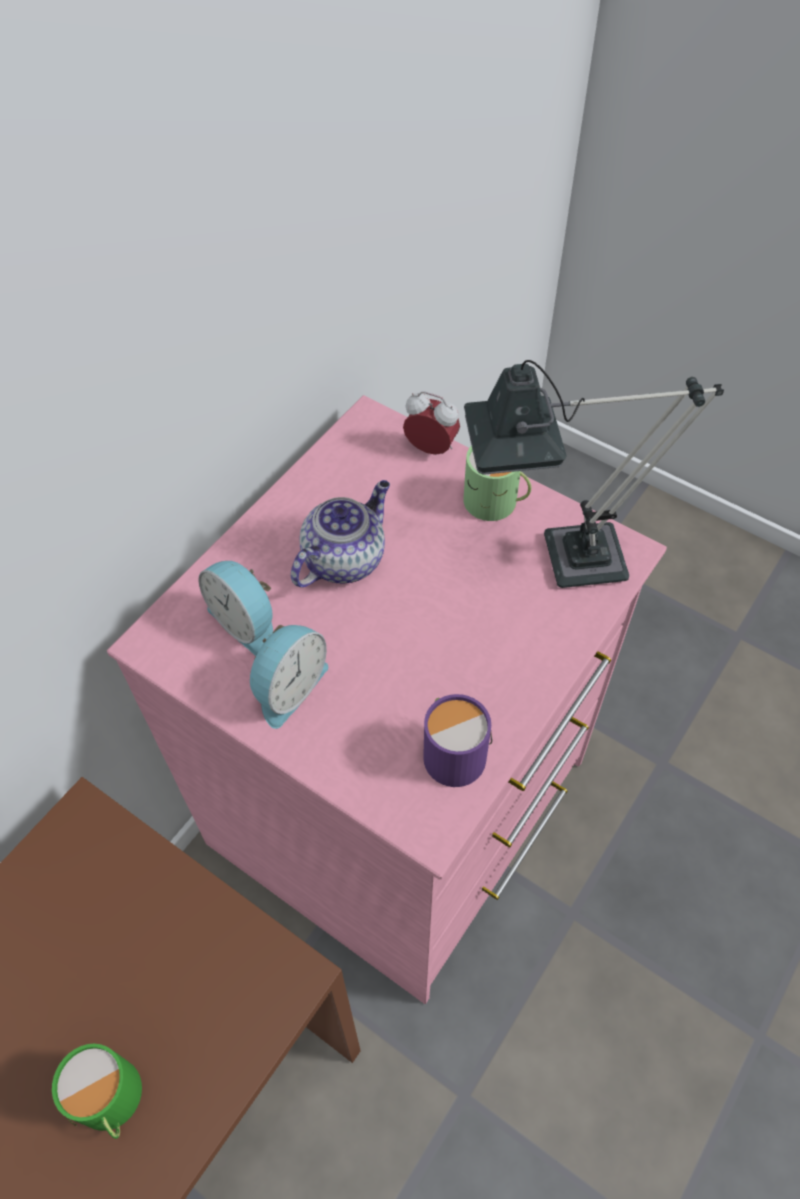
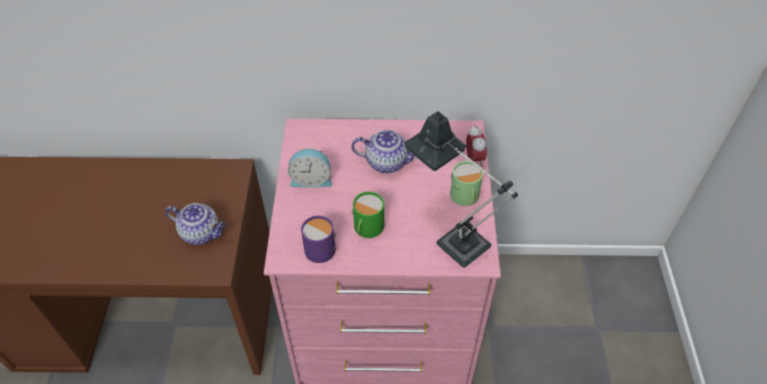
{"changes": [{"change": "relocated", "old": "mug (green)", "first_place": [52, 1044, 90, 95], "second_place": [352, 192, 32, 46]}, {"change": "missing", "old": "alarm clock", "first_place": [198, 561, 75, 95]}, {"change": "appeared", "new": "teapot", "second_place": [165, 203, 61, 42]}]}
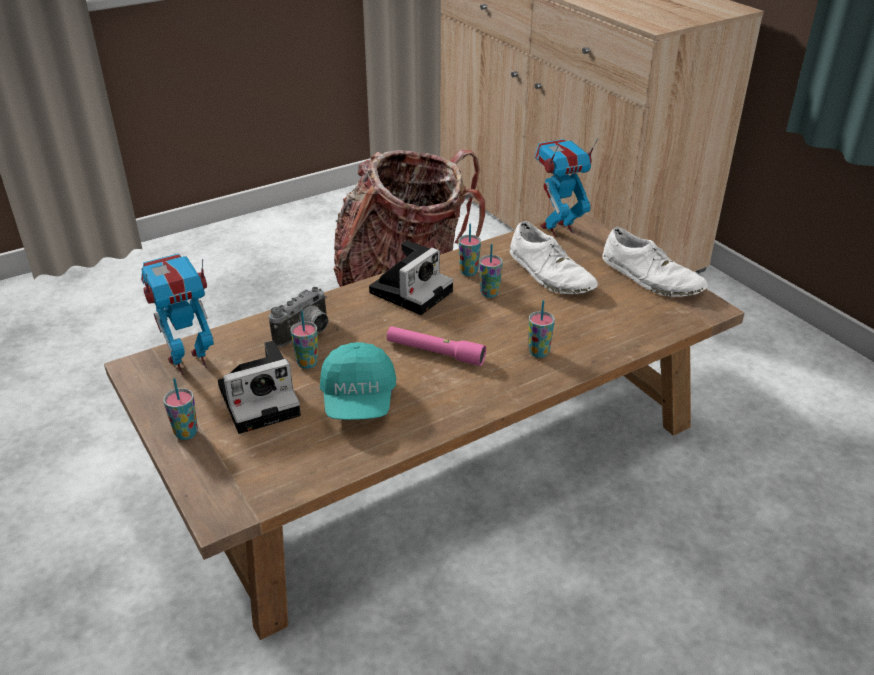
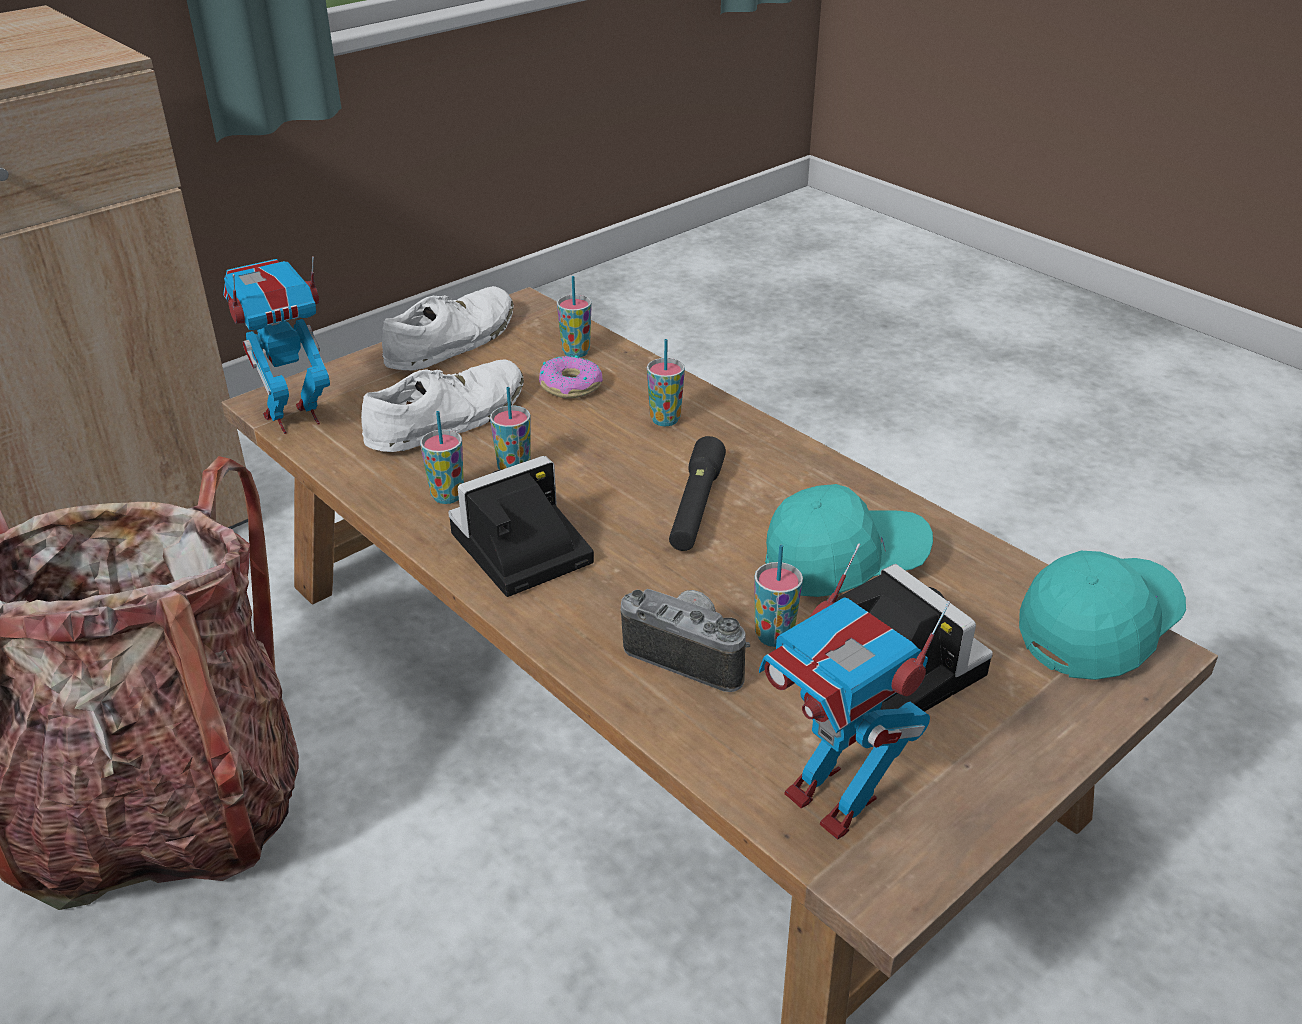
{"changes": [{"change": "relocated", "old": "cup", "first_place": [163, 378, 35, 62], "second_place": [557, 276, 35, 82]}, {"change": "spun", "old": "photo camera", "first_place": [369, 240, 84, 75], "second_place": [449, 456, 145, 141], "degrees": -60}, {"change": "colour", "old": "flashlight (pink)", "new": "flashlight (black)", "first_place": [387, 326, 99, 40], "second_place": [669, 436, 57, 115]}, {"change": "spun", "old": "toy robot", "first_place": [535, 139, 63, 98], "second_place": [223, 256, 107, 178], "degrees": 90}, {"change": "appeared", "new": "donut", "second_place": [539, 356, 64, 43]}, {"change": "appeared", "new": "cap (turquoise)", "second_place": [1019, 551, 167, 129]}]}
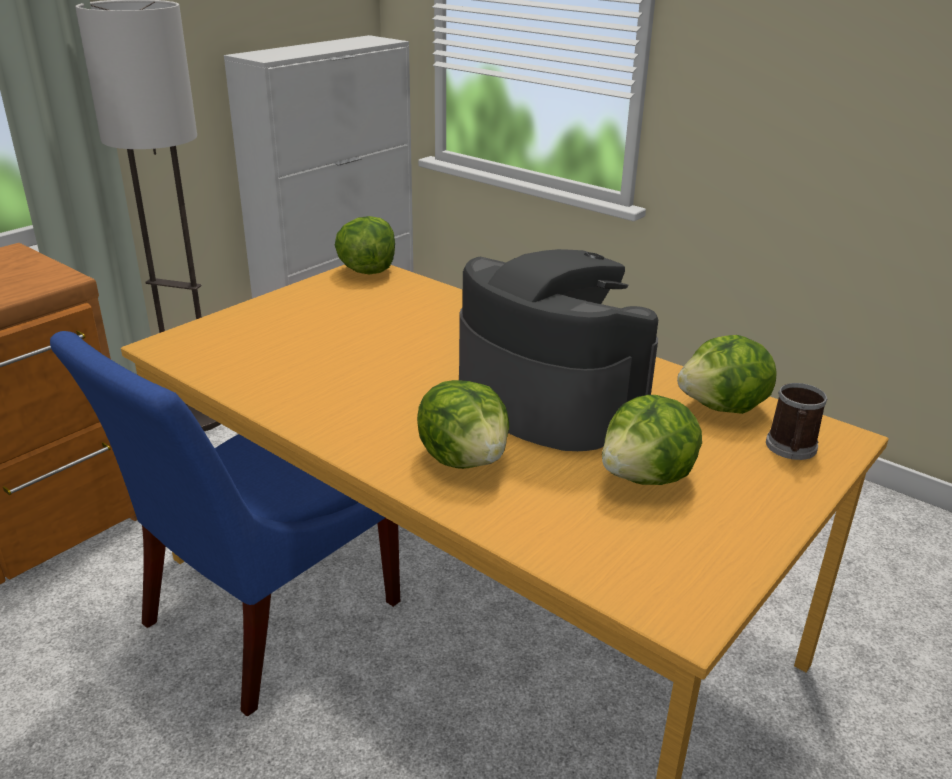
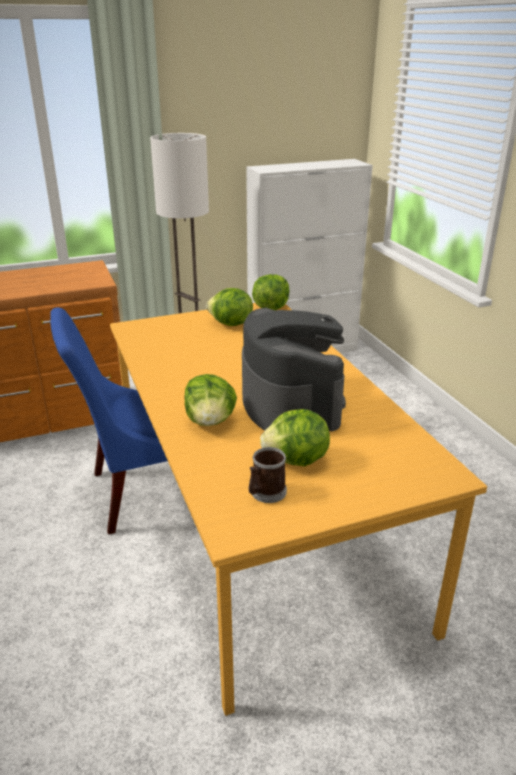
{"changes": [{"change": "relocated", "old": "lettuce", "first_place": [677, 335, 100, 79], "second_place": [206, 288, 47, 38]}, {"change": "relocated", "old": "mug", "first_place": [766, 383, 62, 77], "second_place": [249, 447, 38, 56]}]}
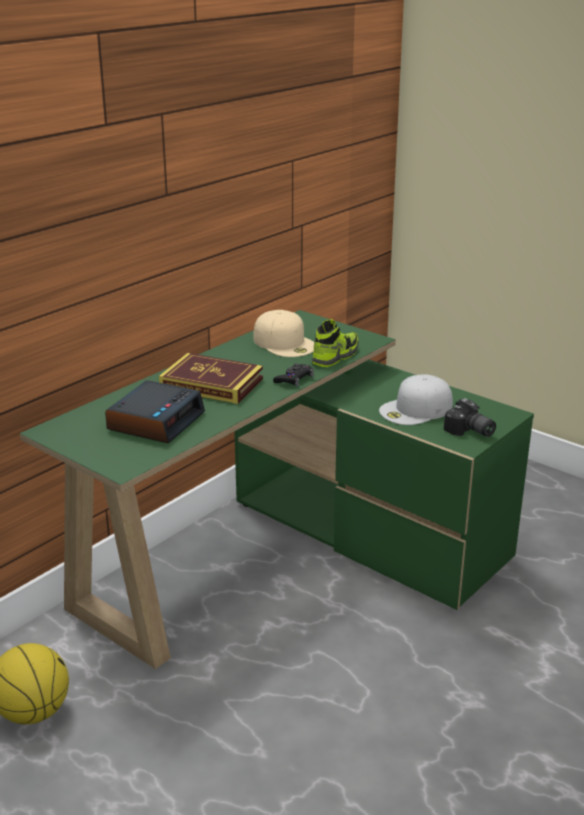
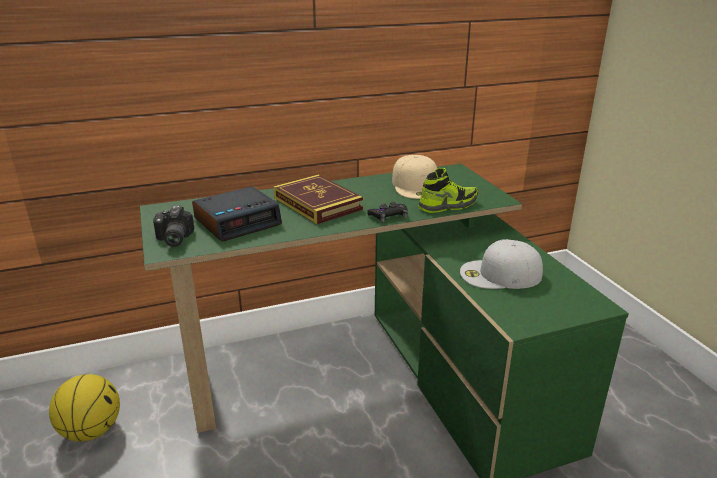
{"changes": [{"change": "relocated", "old": "photo camera", "first_place": [444, 398, 52, 39], "second_place": [153, 206, 41, 41]}]}
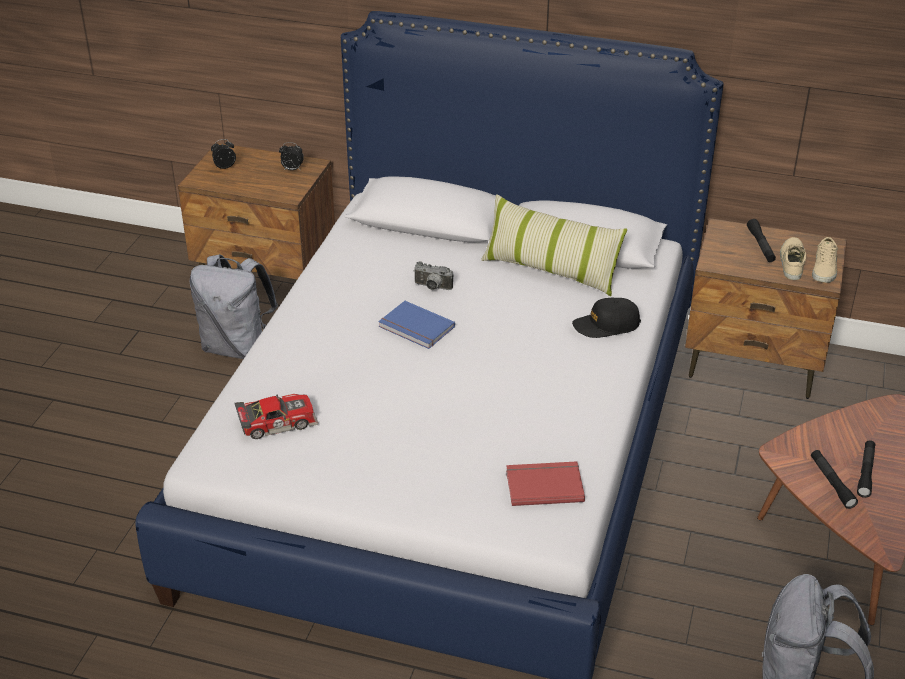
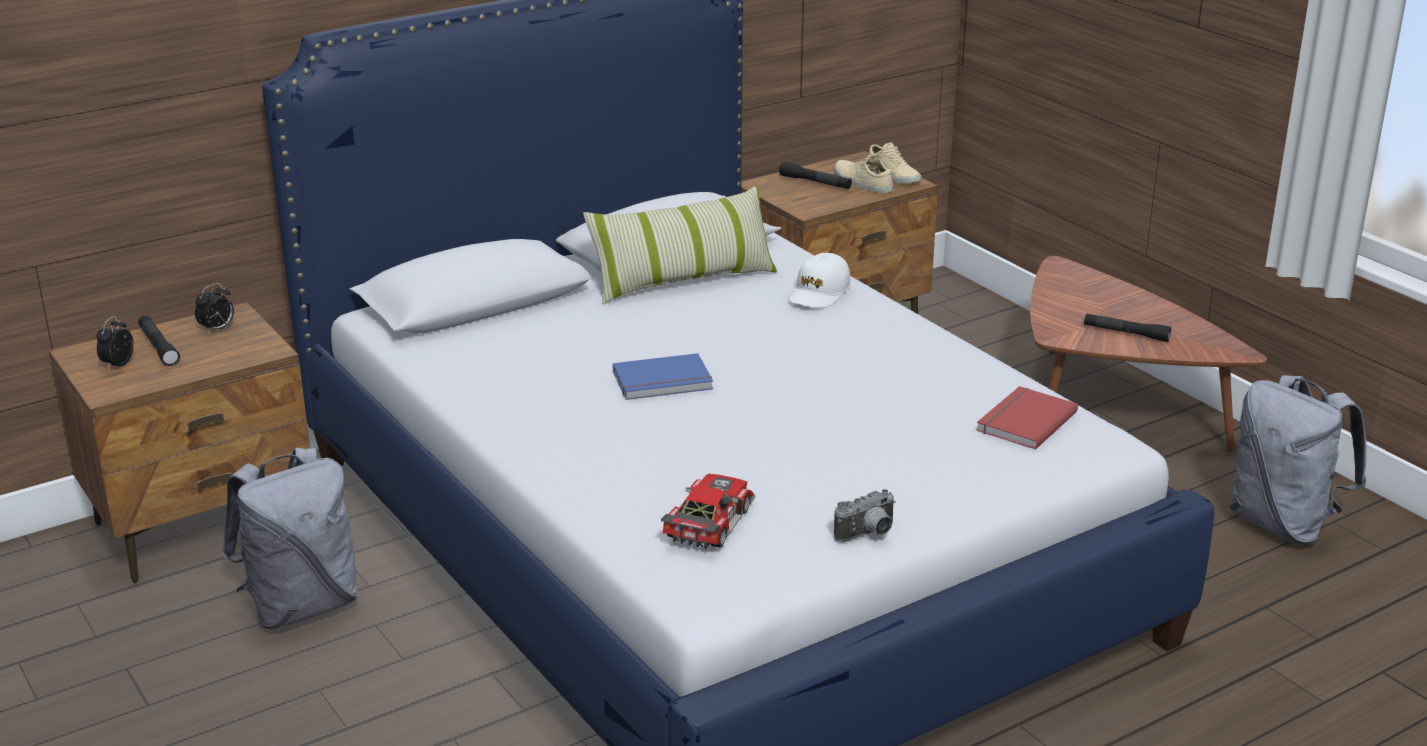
{"changes": [{"change": "relocated", "old": "photo camera", "first_place": [415, 261, 38, 29], "second_place": [834, 489, 62, 53]}, {"change": "colour", "old": "cap (black)", "new": "cap (white)", "first_place": [572, 298, 69, 40], "second_place": [788, 253, 63, 55]}, {"change": "relocated", "old": "flashlight (black)", "first_place": [857, 440, 18, 58], "second_place": [138, 316, 42, 50]}]}
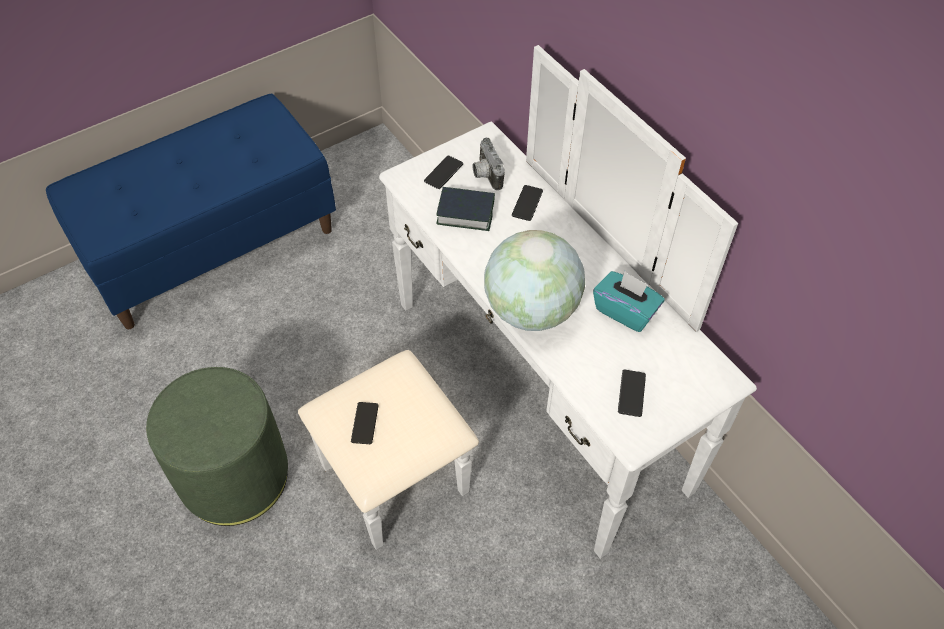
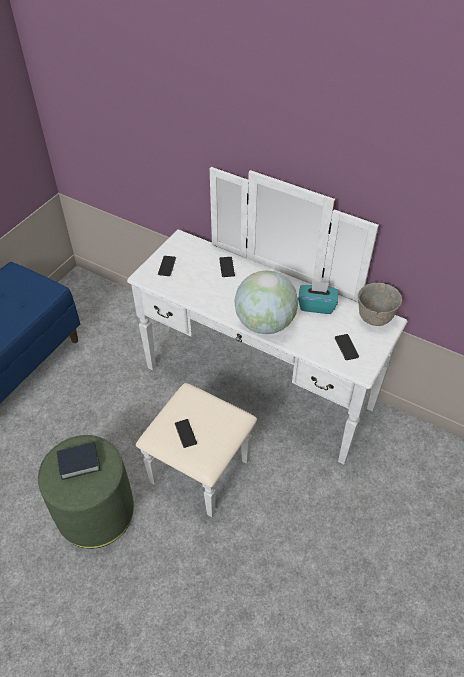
{"changes": [{"change": "relocated", "old": "book", "first_place": [436, 187, 59, 44], "second_place": [57, 442, 43, 38]}, {"change": "missing", "old": "photo camera", "first_place": [473, 138, 32, 52]}, {"change": "appeared", "new": "bowl (grey)", "second_place": [358, 283, 44, 43]}]}
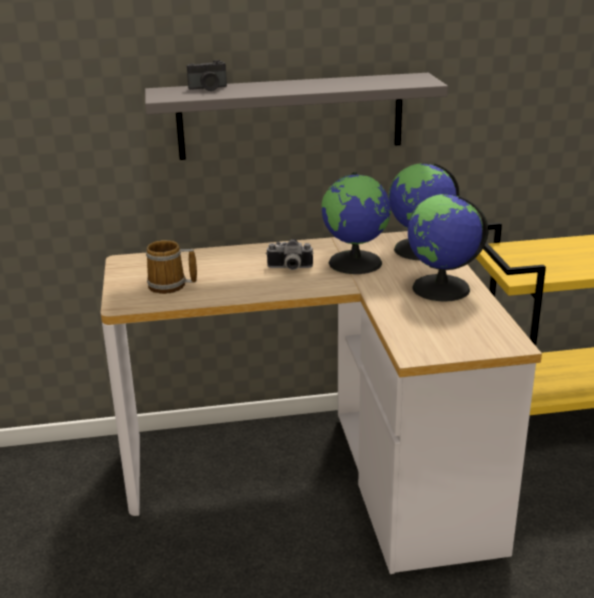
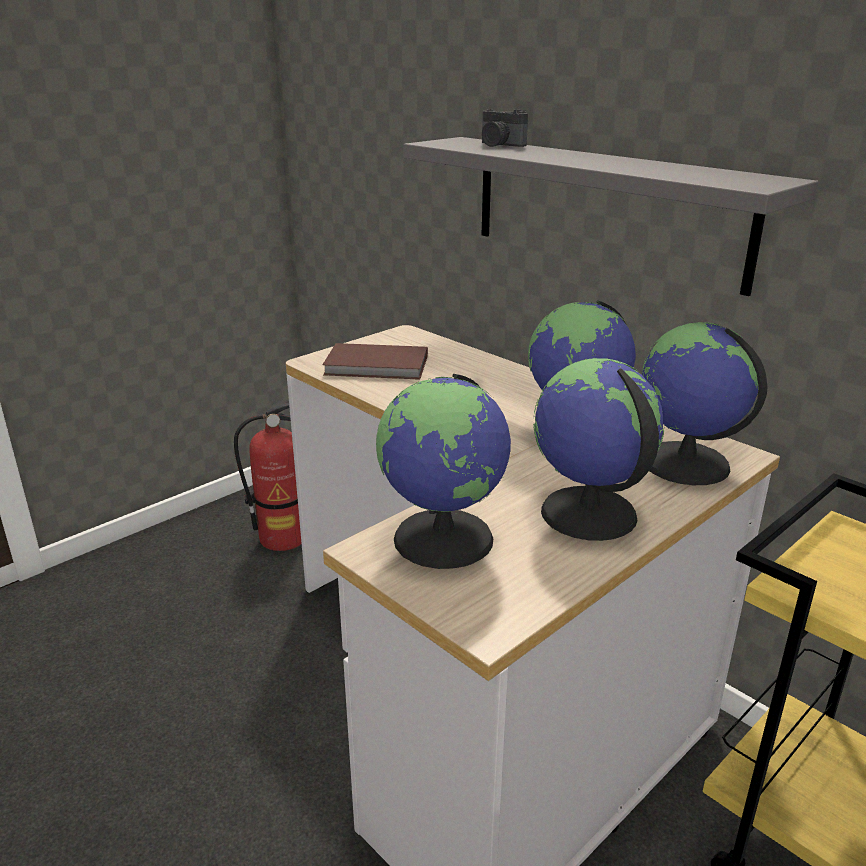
{"changes": [{"change": "exchanged", "old": "mug", "new": "book (brown)", "first_place": [146, 240, 51, 54], "second_place": [322, 343, 106, 37]}, {"change": "missing", "old": "photo camera", "first_place": [266, 239, 48, 31]}, {"change": "appeared", "new": "fire extinguisher", "second_place": [234, 403, 68, 148]}, {"change": "appeared", "new": "globe", "second_place": [376, 374, 135, 195]}]}
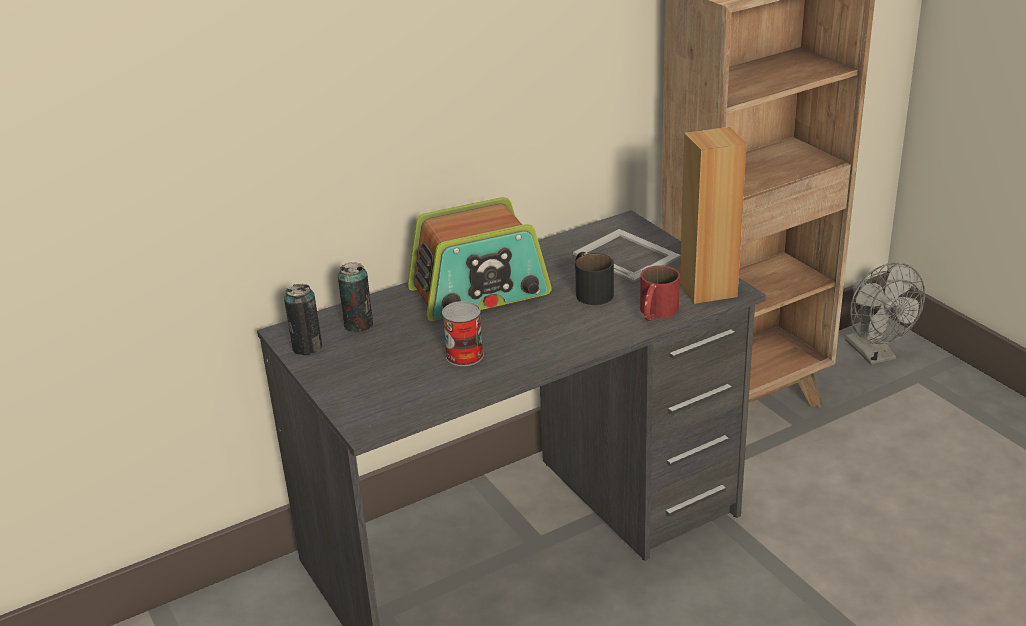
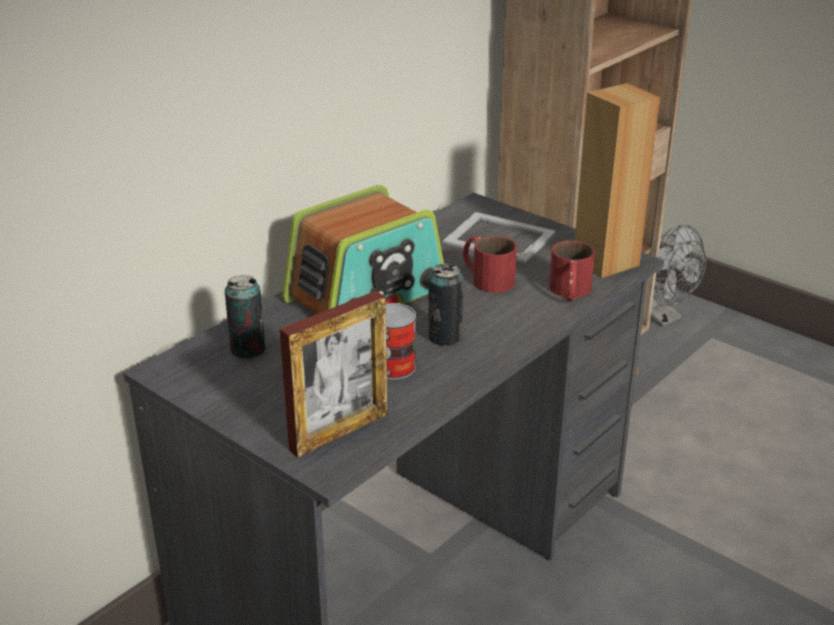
{"changes": [{"change": "relocated", "old": "can", "first_place": [284, 284, 38, 72], "second_place": [428, 263, 35, 83]}, {"change": "colour", "old": "mug (black)", "new": "mug (red)", "first_place": [575, 252, 39, 53], "second_place": [463, 236, 54, 57]}, {"change": "appeared", "new": "picture frame", "second_place": [280, 291, 108, 167]}]}
